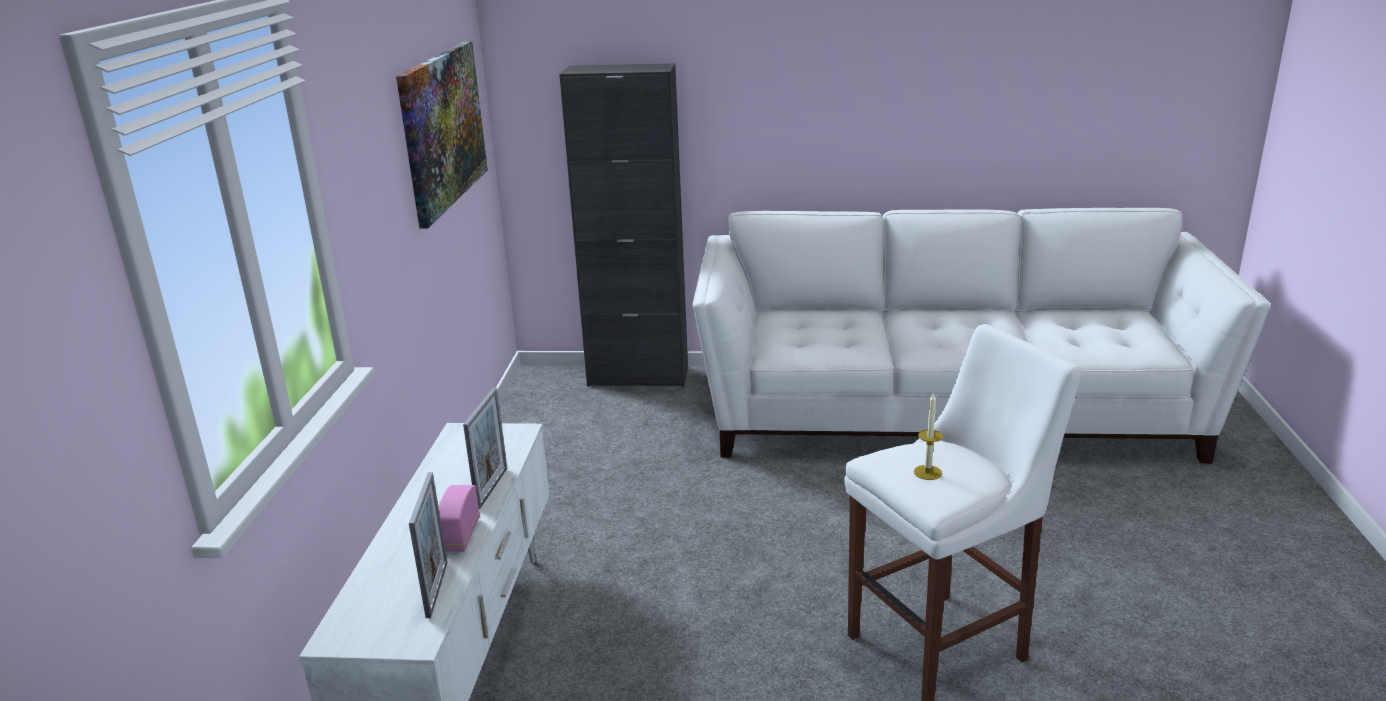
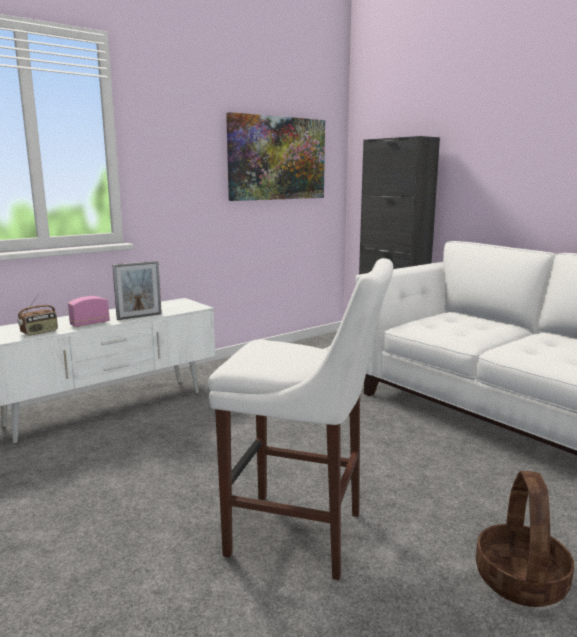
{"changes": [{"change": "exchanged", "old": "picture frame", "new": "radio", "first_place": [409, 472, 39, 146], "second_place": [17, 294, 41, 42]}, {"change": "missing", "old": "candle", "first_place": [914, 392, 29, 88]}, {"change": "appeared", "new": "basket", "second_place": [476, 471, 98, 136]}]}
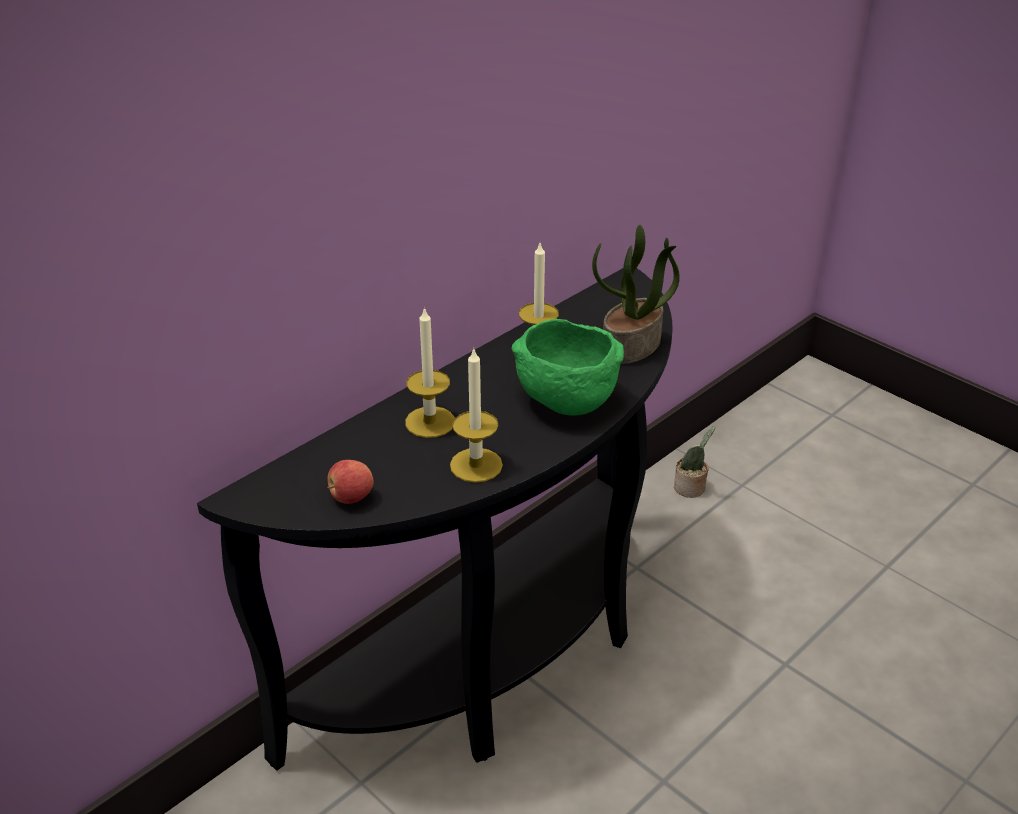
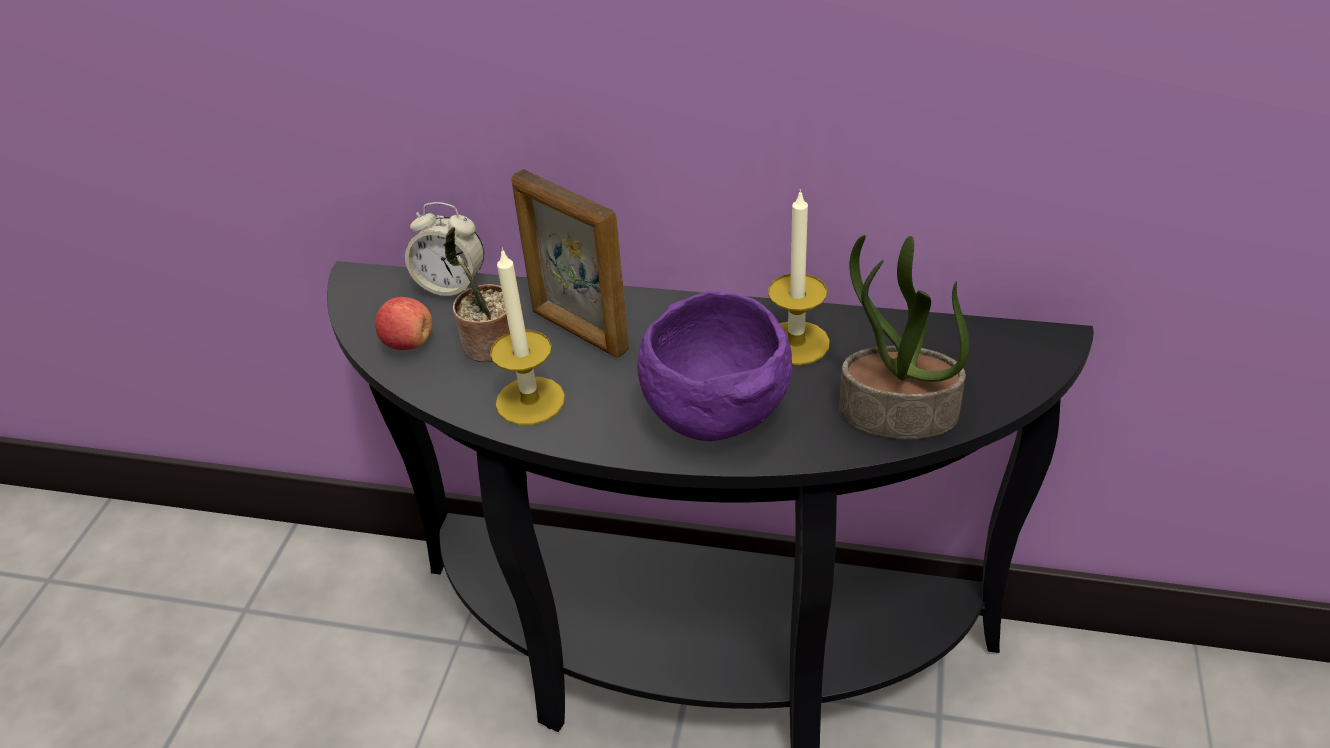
{"changes": [{"change": "exchanged", "old": "candle", "new": "picture frame", "first_place": [405, 306, 50, 132], "second_place": [511, 169, 118, 189]}, {"change": "colour", "old": "bowl (green)", "new": "bowl (purple)", "first_place": [512, 319, 112, 97], "second_place": [637, 291, 156, 150]}, {"change": "relocated", "old": "potted plant", "first_place": [674, 426, 41, 72], "second_place": [443, 227, 67, 135]}, {"change": "appeared", "new": "alarm clock", "second_place": [405, 202, 79, 94]}]}
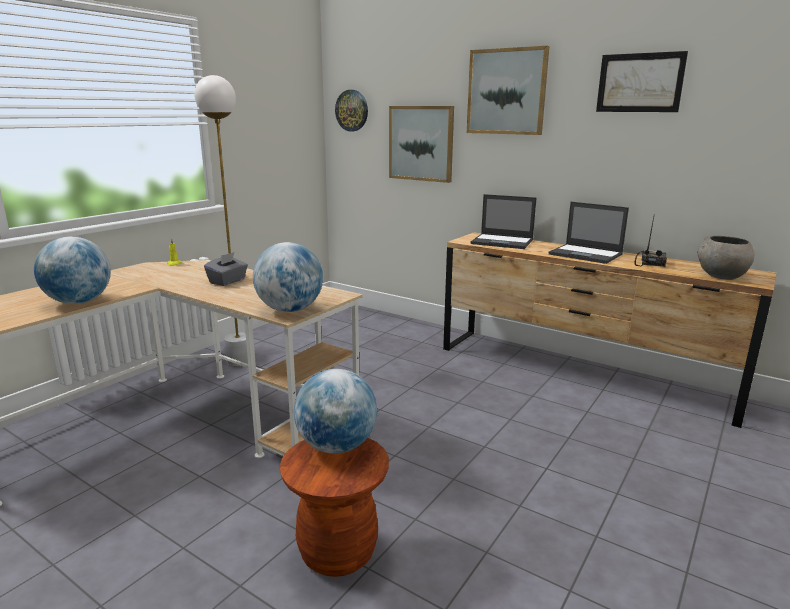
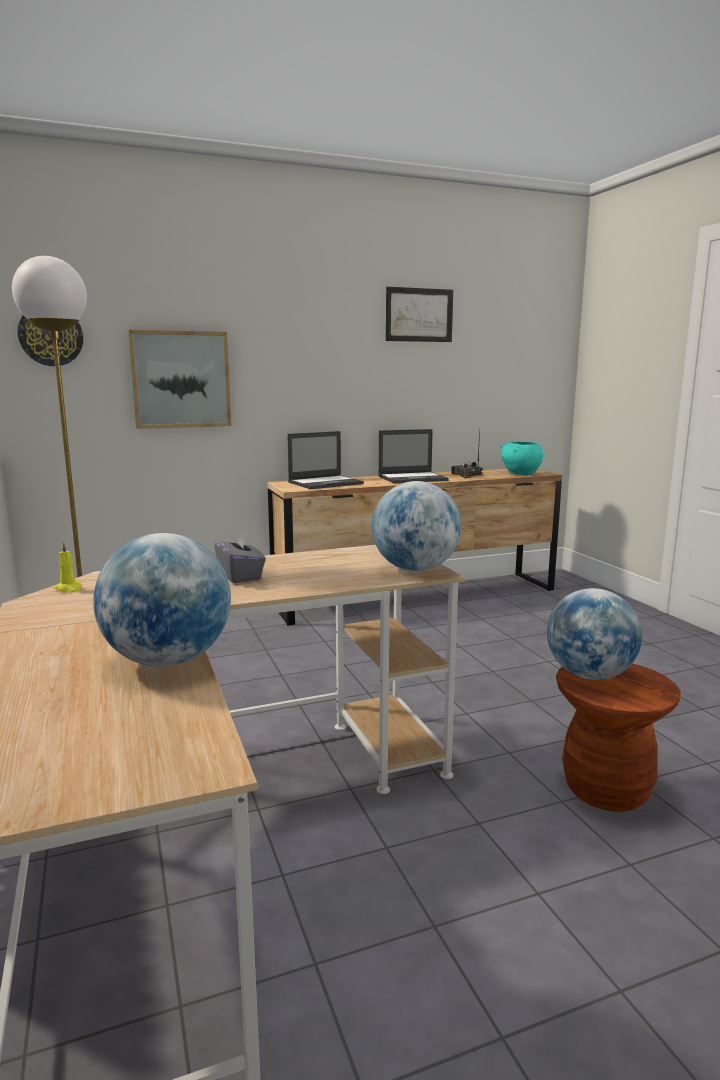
{"changes": [{"change": "missing", "old": "picture", "first_place": [467, 46, 82, 89]}, {"change": "colour", "old": "bowl (grey)", "new": "bowl (turquoise)", "first_place": [697, 236, 57, 44], "second_place": [500, 442, 43, 33]}]}
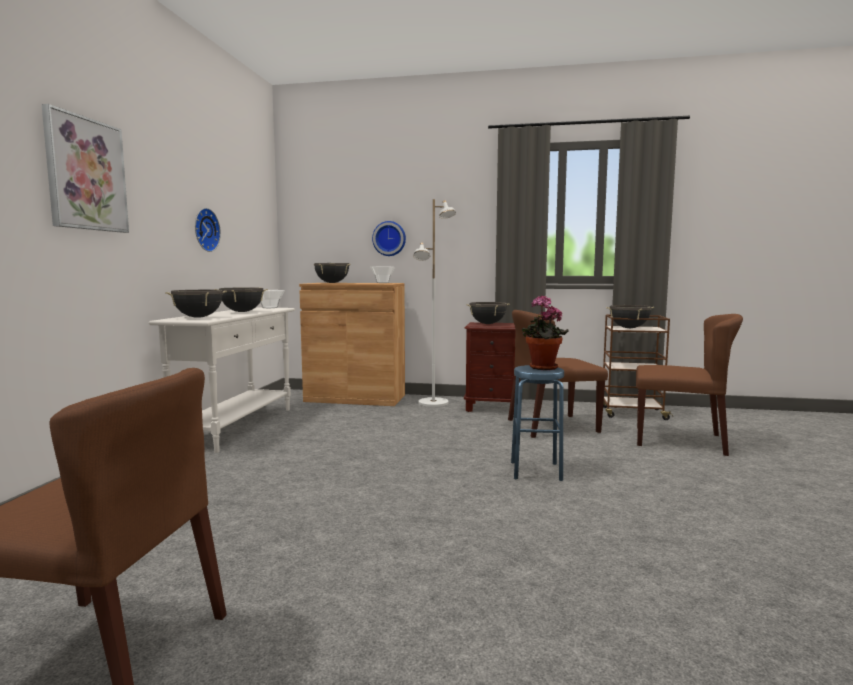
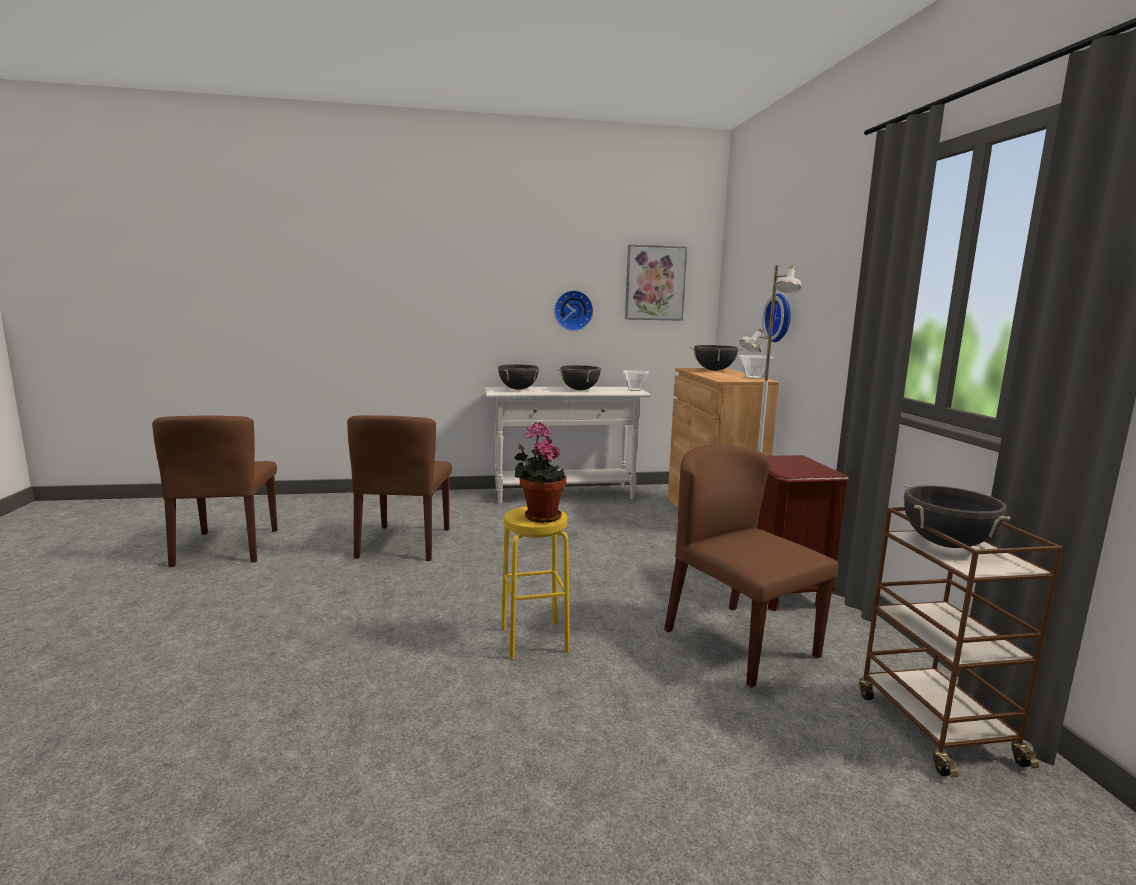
{"changes": [{"change": "relocated", "old": "picture", "first_place": [41, 104, 88, 129], "second_place": [625, 244, 62, 77]}, {"change": "missing", "old": "cooking pot (black)", "first_place": [466, 302, 44, 22]}, {"change": "colour", "old": "stool (blue)", "new": "stool (yellow)", "first_place": [511, 365, 53, 116], "second_place": [501, 506, 69, 154]}, {"change": "relocated", "old": "chair (brown)", "first_place": [636, 314, 107, 142], "second_place": [347, 415, 105, 146]}]}
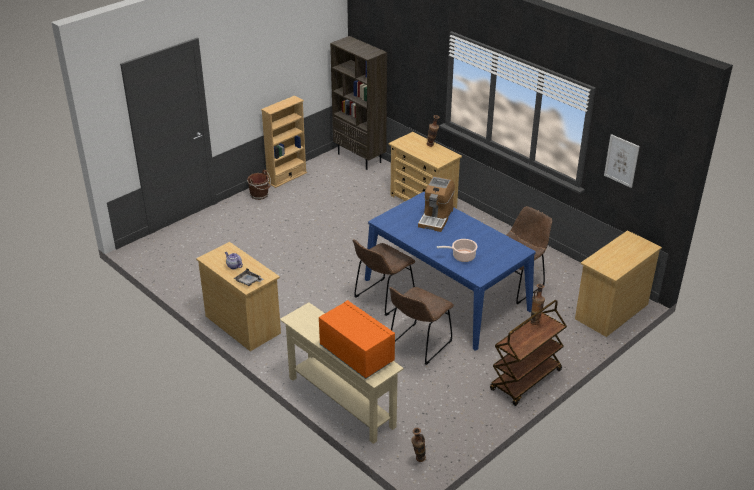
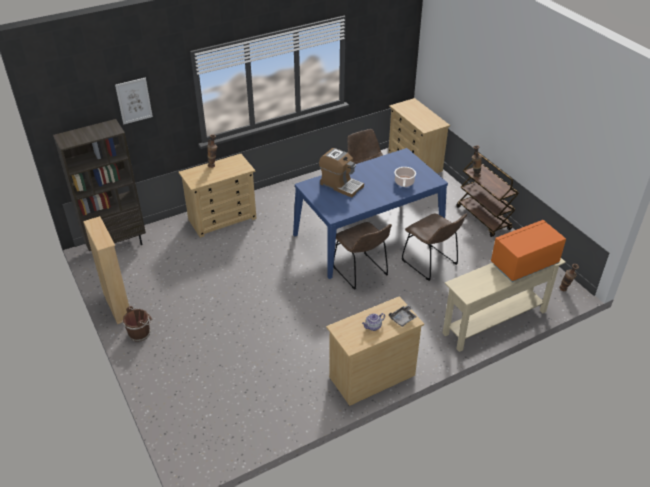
{"changes": [{"change": "relocated", "old": "picture", "first_place": [604, 134, 36, 54], "second_place": [115, 78, 38, 46]}]}
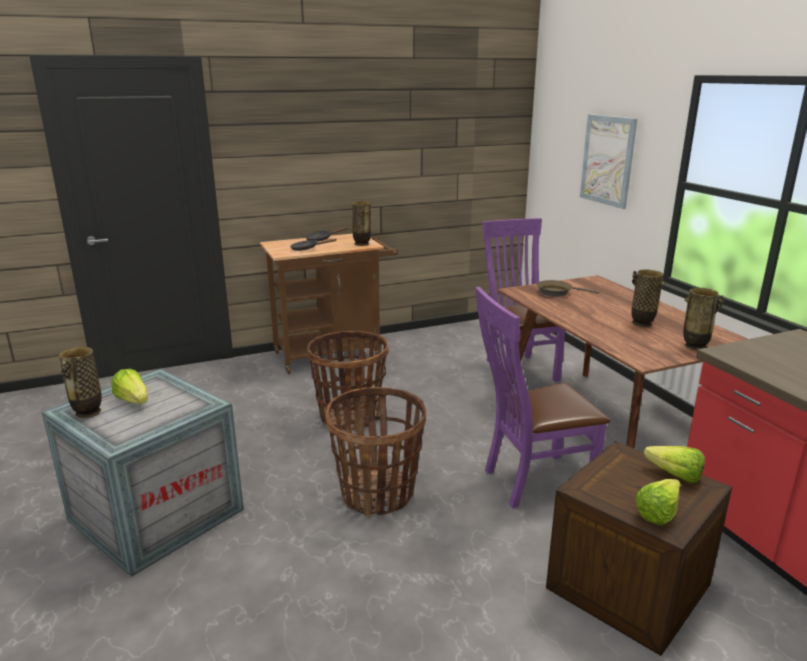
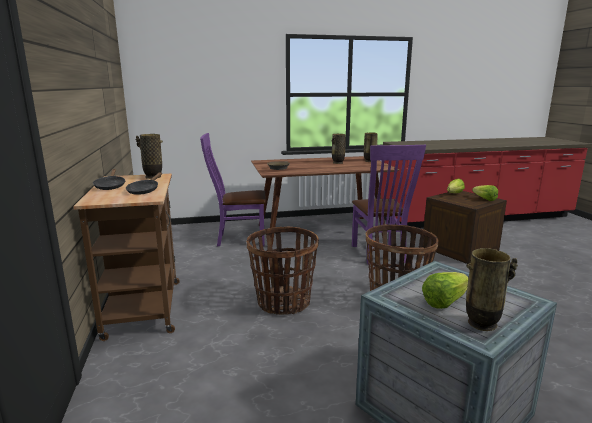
{"changes": [{"change": "missing", "old": "picture", "first_place": [580, 114, 57, 95]}]}
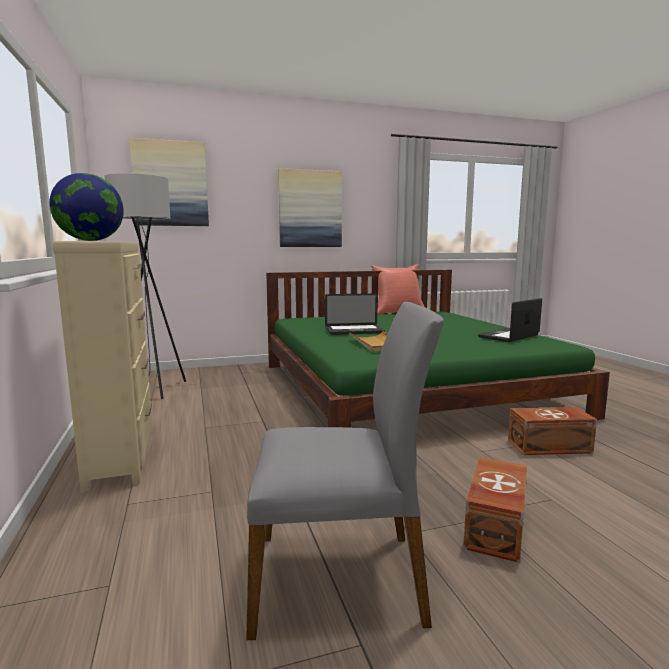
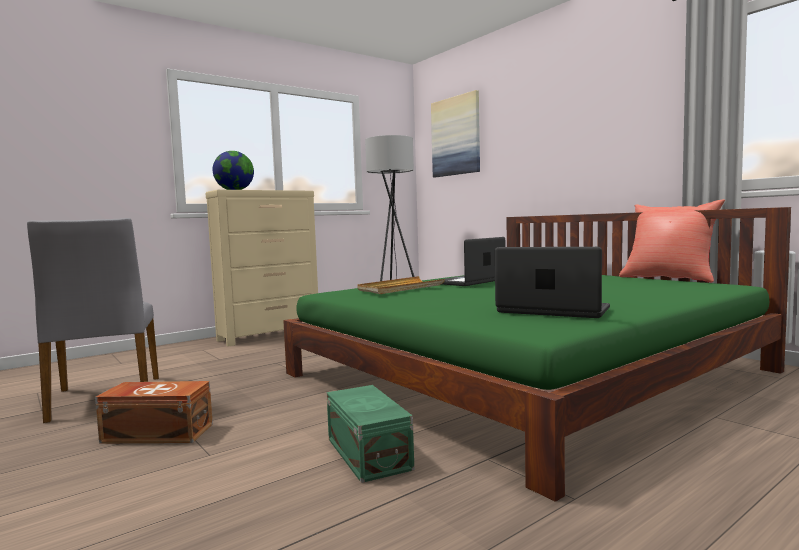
{"changes": [{"change": "missing", "old": "picture", "first_place": [278, 168, 64, 79]}, {"change": "spun", "old": "laptop", "first_place": [325, 293, 60, 42], "second_place": [439, 237, 66, 49], "degrees": 75}, {"change": "colour", "old": "storage box (brown)", "new": "storage box (green)", "first_place": [508, 407, 89, 48], "second_place": [327, 385, 87, 98]}]}
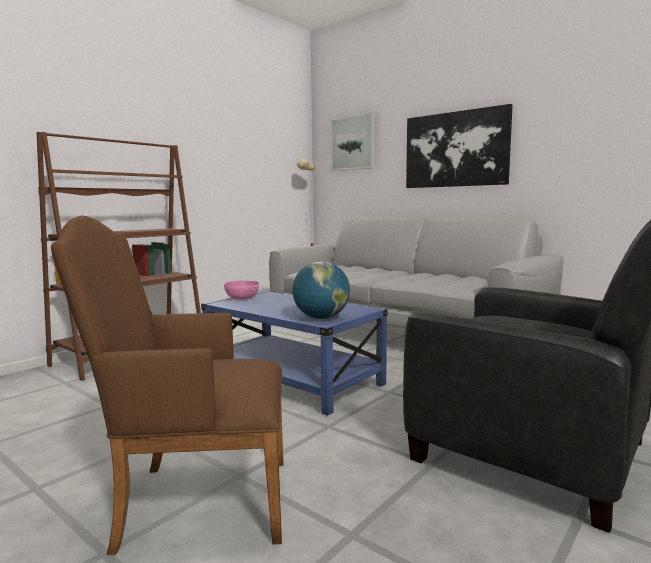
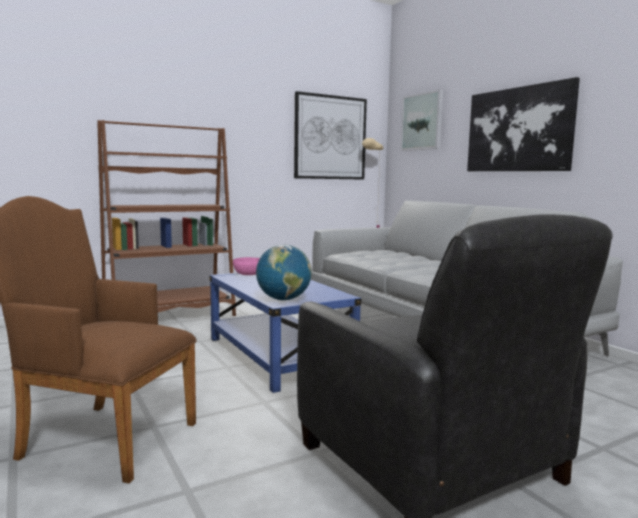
{"changes": [{"change": "appeared", "new": "picture", "second_place": [294, 91, 73, 89]}]}
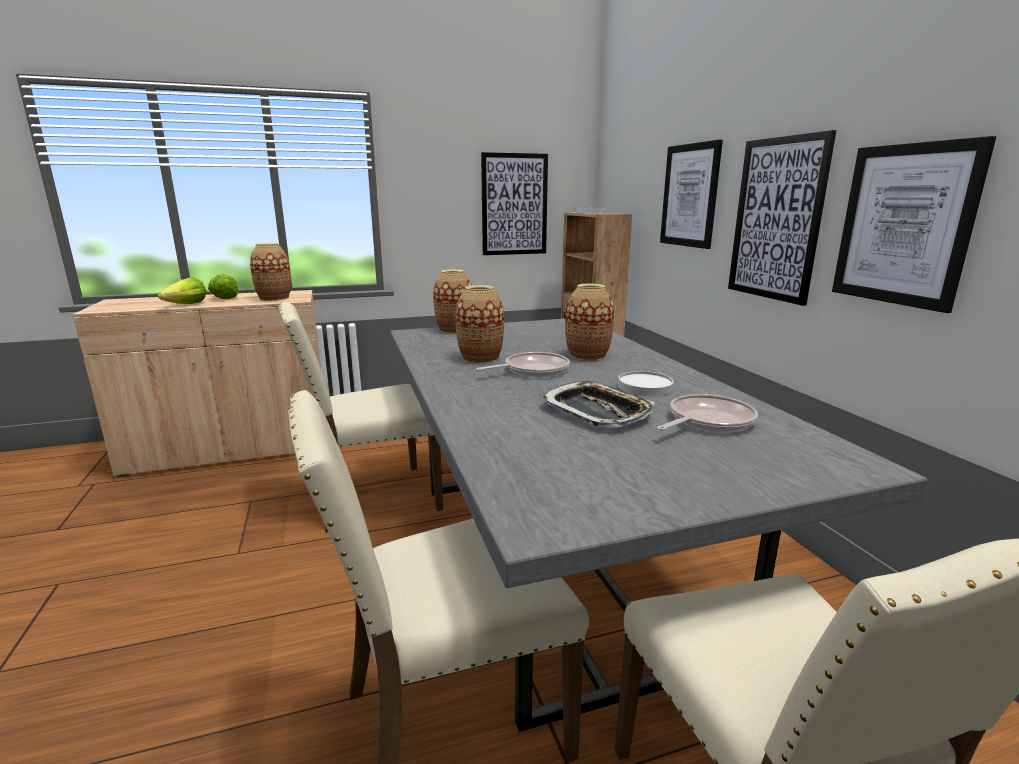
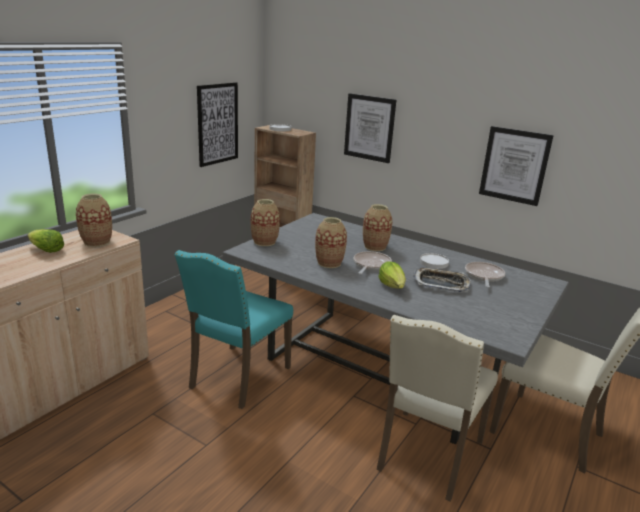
{"changes": [{"change": "relocated", "old": "lettuce", "first_place": [158, 277, 48, 27], "second_place": [378, 261, 28, 28]}, {"change": "colour", "old": "chair (beige)", "new": "chair (turquoise)", "first_place": [278, 302, 165, 231], "second_place": [175, 250, 118, 159]}, {"change": "missing", "old": "picture", "first_place": [728, 130, 108, 176]}]}
